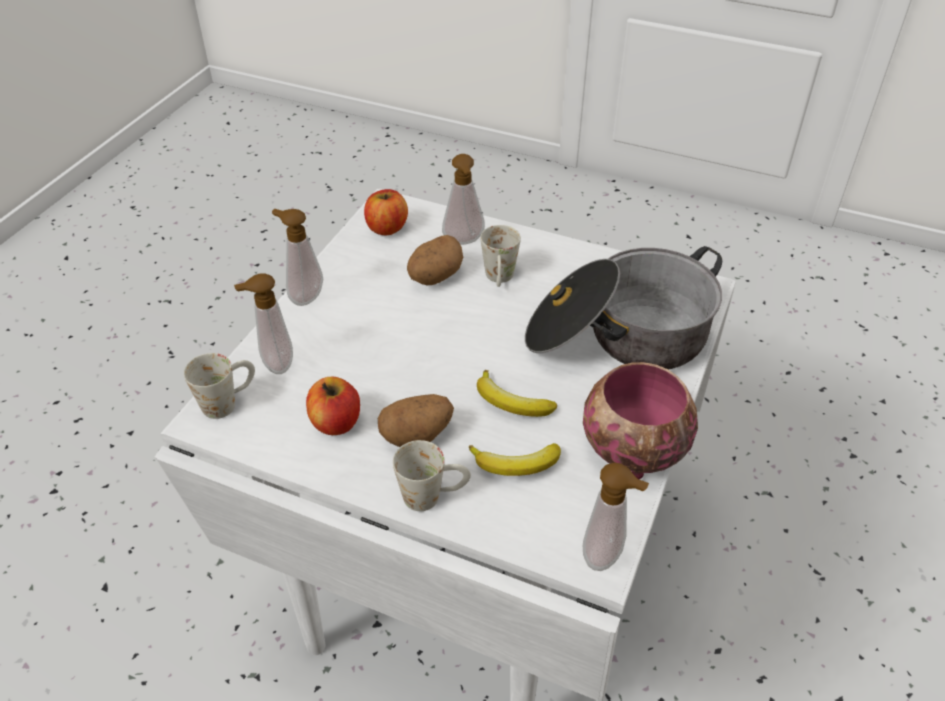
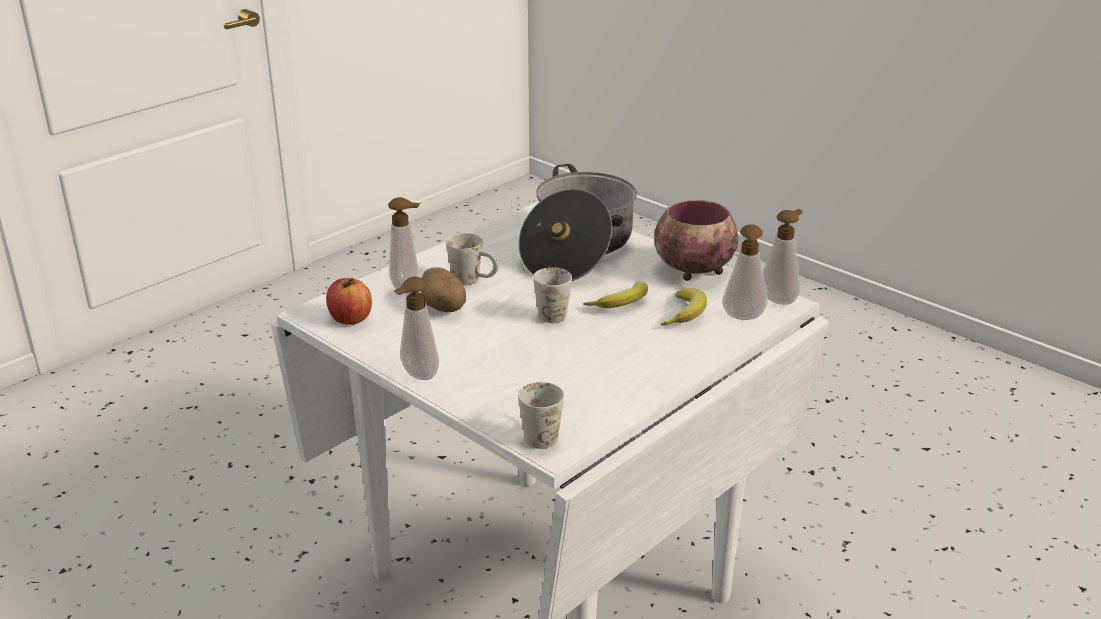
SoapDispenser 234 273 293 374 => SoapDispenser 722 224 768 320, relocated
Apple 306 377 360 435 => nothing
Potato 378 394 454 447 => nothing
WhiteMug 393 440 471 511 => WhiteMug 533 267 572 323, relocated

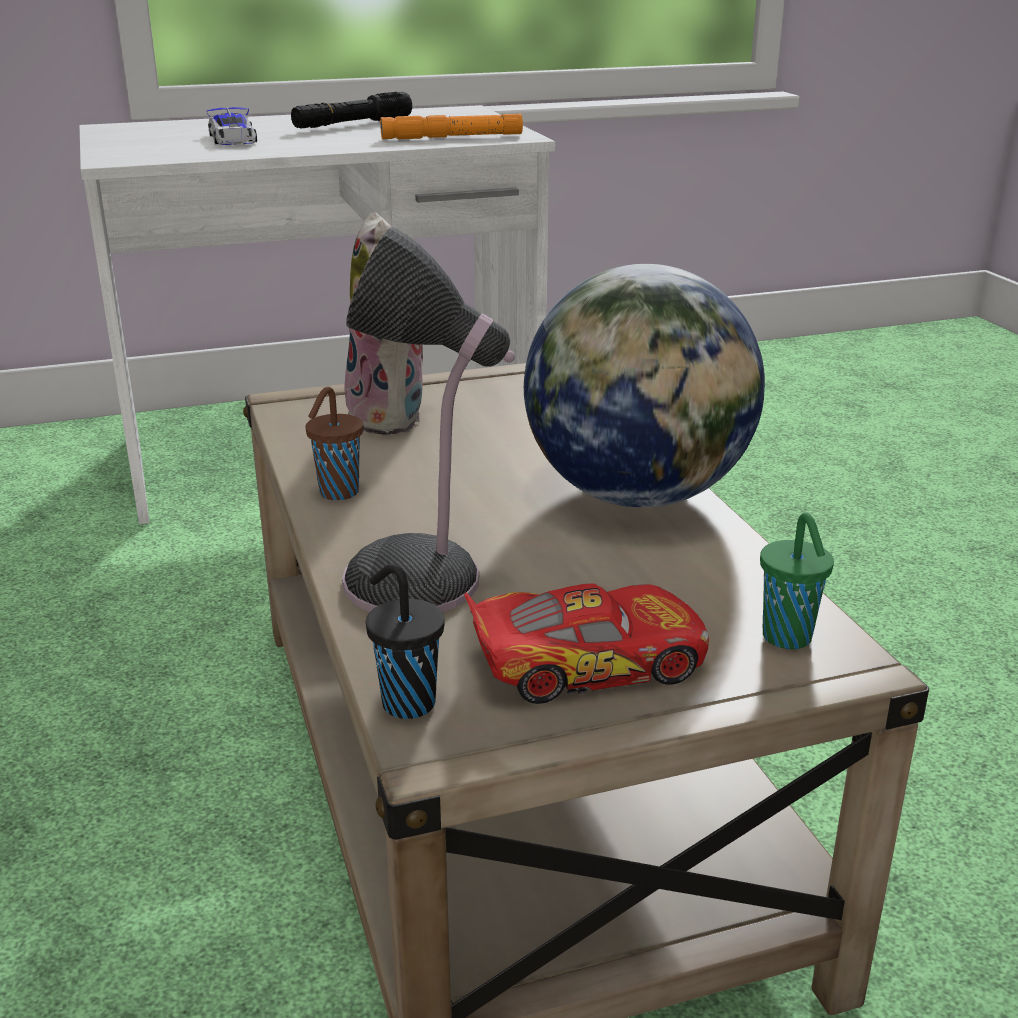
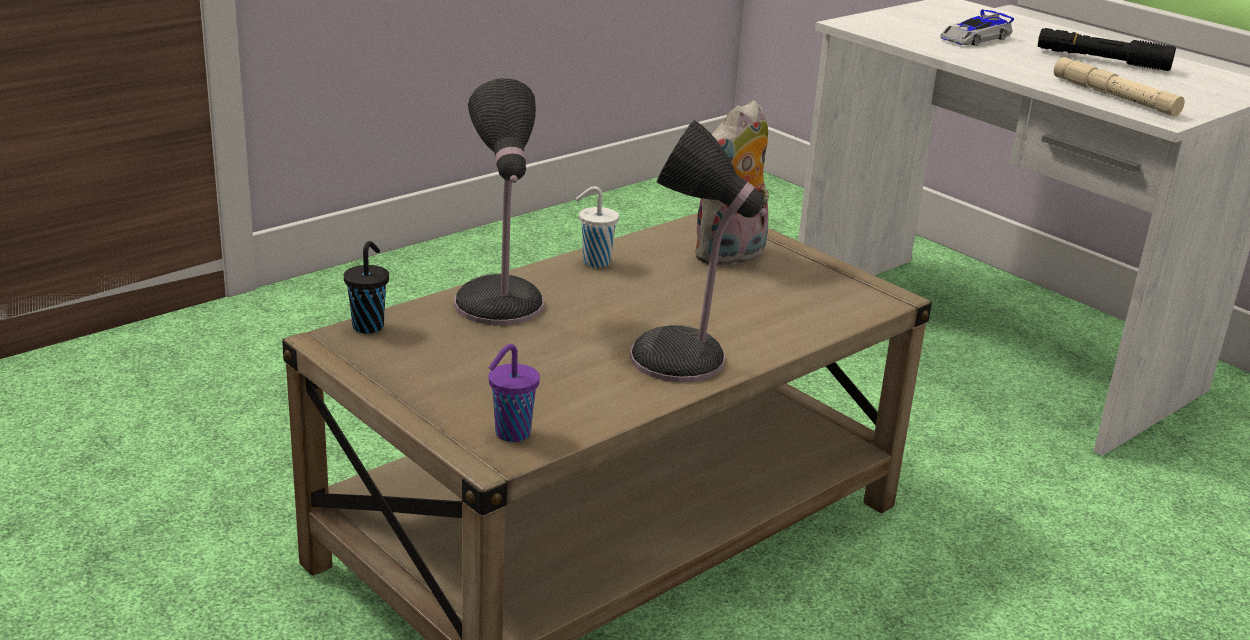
BrownCup 305 387 363 500 => WhiteCup 576 186 619 268
OrangeFlashlight 380 113 523 139 => BeigeFlashlight 1054 57 1185 117
ToyCar 464 583 709 704 => nothing
Globe 524 264 765 508 => TableLamp 630 120 766 382
GreenCup 760 513 834 649 => PurpleCup 489 344 540 442

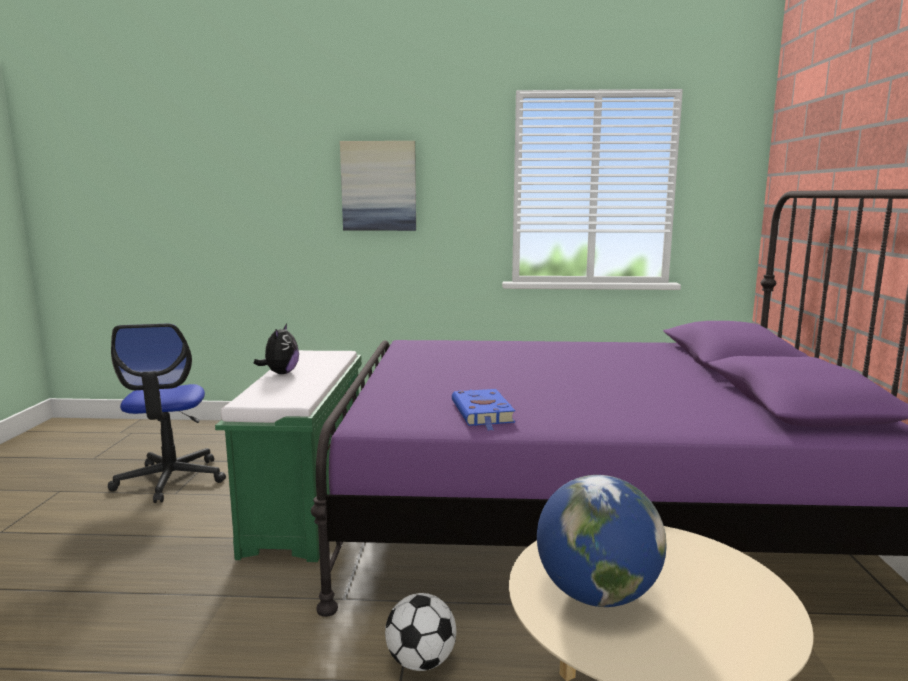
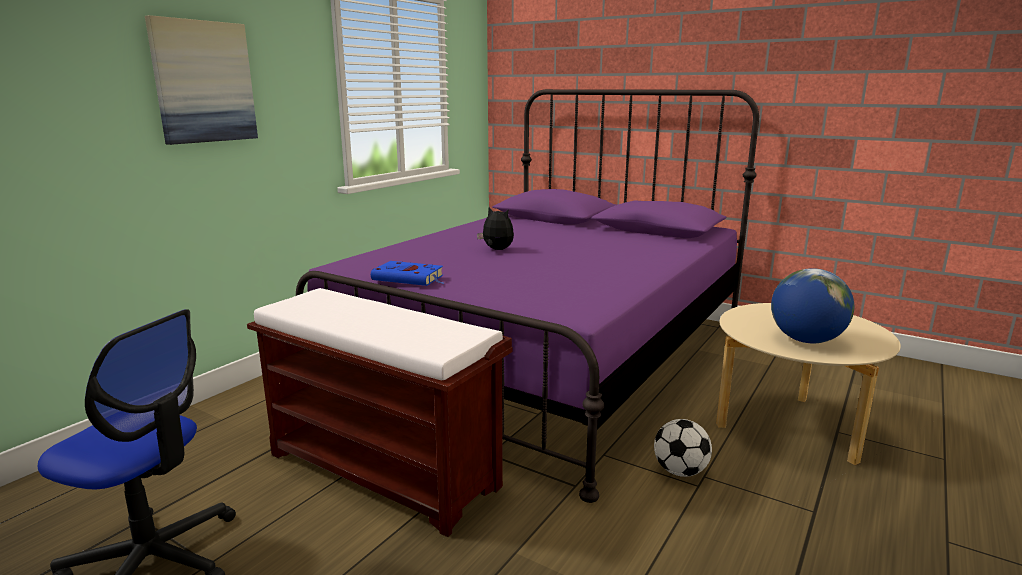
GreenBench 215 350 362 562 => BrownBench 247 288 513 537
PlushToy 254 324 299 374 => PlushToy 477 207 514 250, relocated
BlueBook 452 389 515 431 => BlueBook 371 261 445 286, relocated

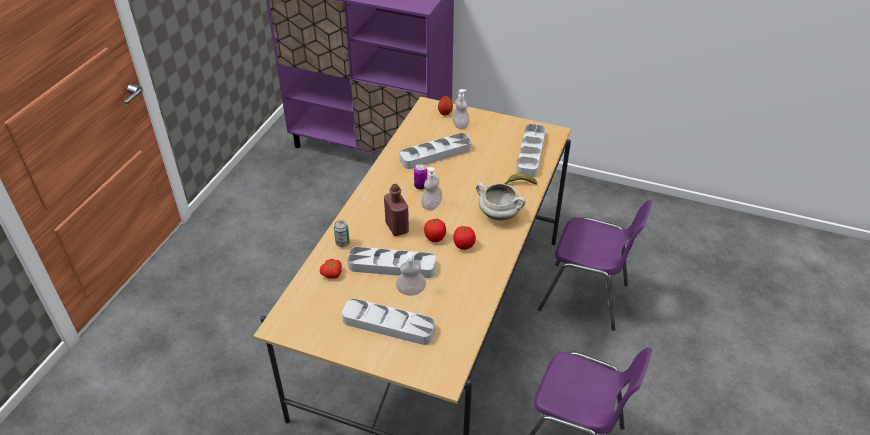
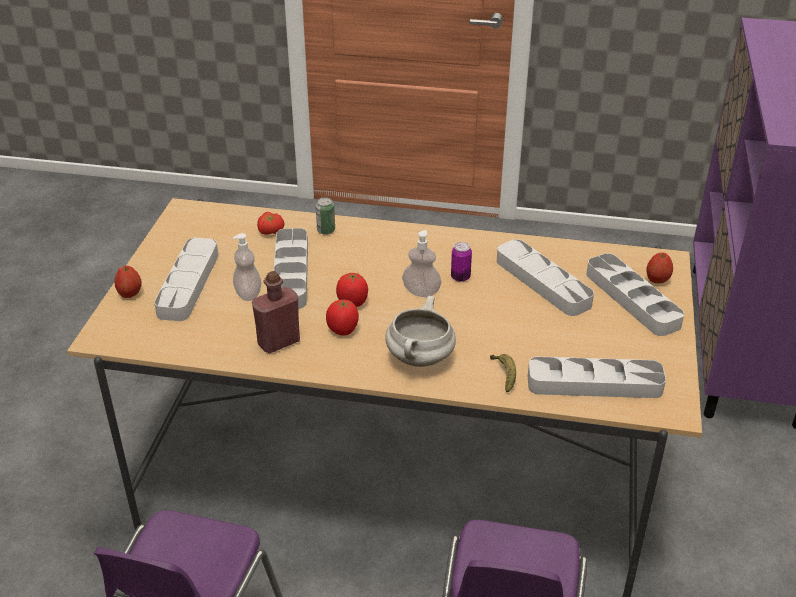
RedBottle 384 184 409 236 => RedBottle 252 271 300 353, relocated
SoapDispenser 452 89 470 130 => GreyTray 586 253 684 336
nothing => Apple 114 266 142 298

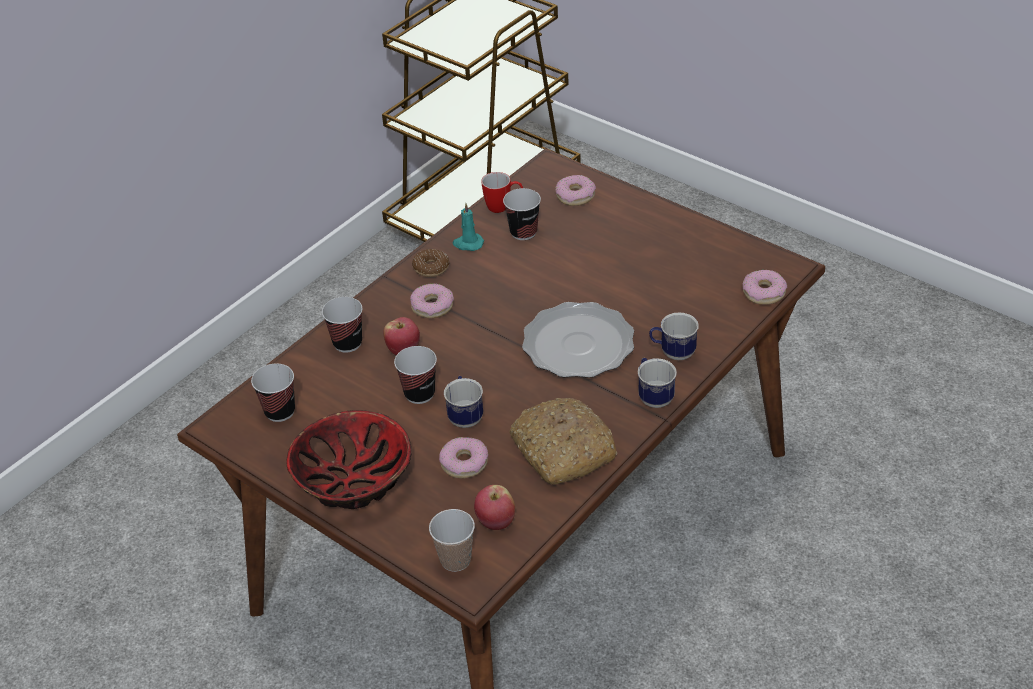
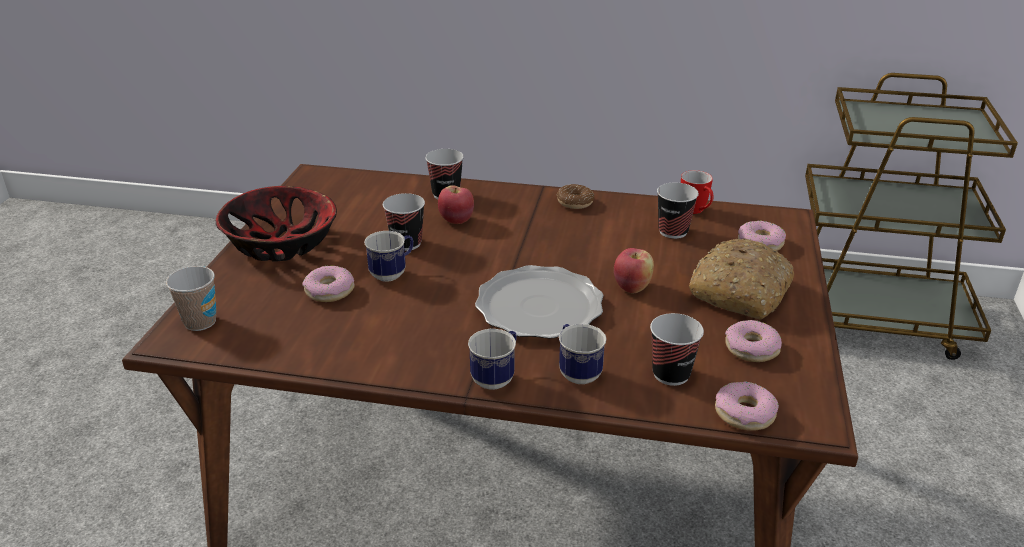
Cup 251 364 295 422 => Cup 650 313 704 386, relocated
Donut 410 283 454 318 => Donut 725 320 782 362, relocated
TurquoiseCandle 453 203 484 251 => nothing
Apple 474 485 515 530 => Apple 614 248 654 294, relocated
Bread 509 398 617 484 => Bread 689 238 794 320, relocated

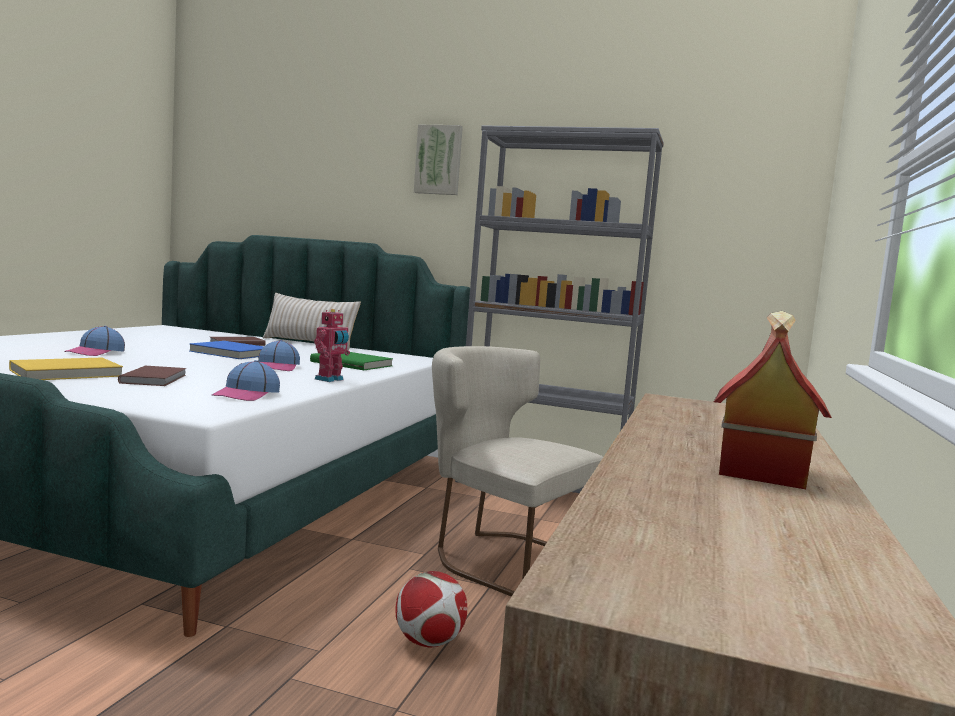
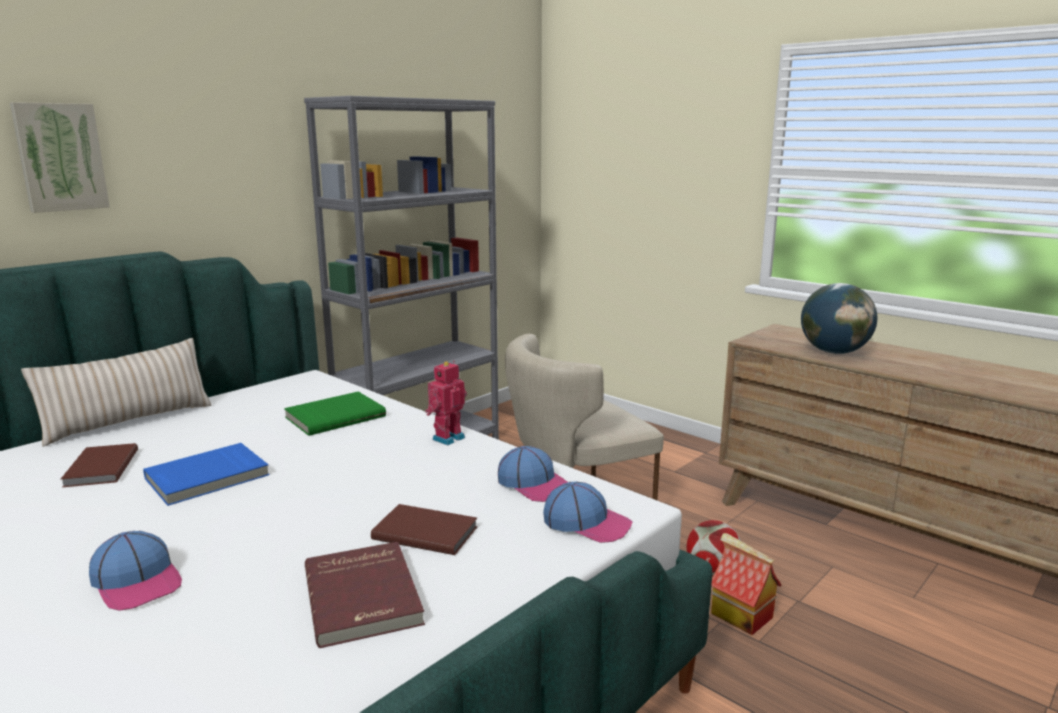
YellowBook 9 358 123 380 => RedBook 305 542 425 648
Cap 258 340 300 371 => Cap 543 482 633 543, relocated
ToyRobot 314 309 350 382 => ToyRobot 425 360 467 445, 105 degrees counterclockwise
Picture 414 125 463 195 => Picture 10 102 110 213, relocated
ToyHouse 714 311 832 489 => ToyHouse 711 533 782 635, relocated
nothing => Globe 801 283 877 354

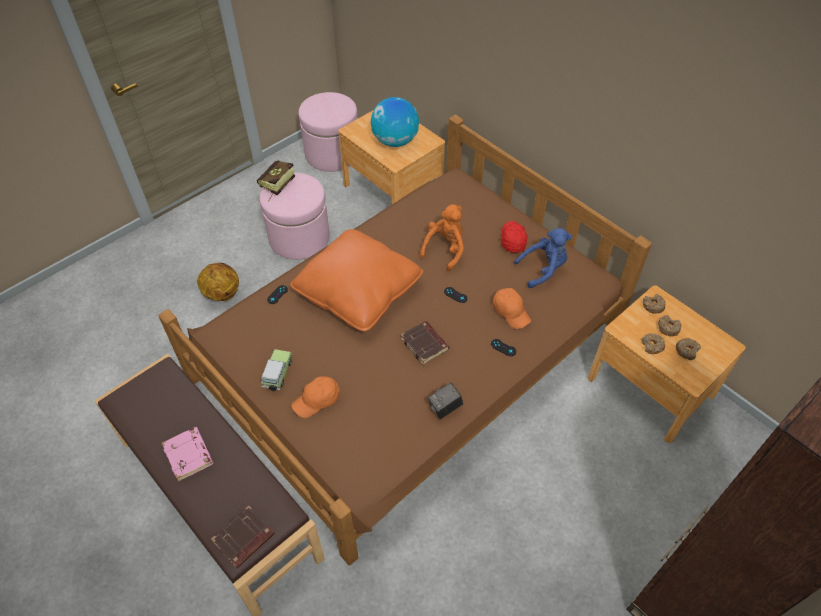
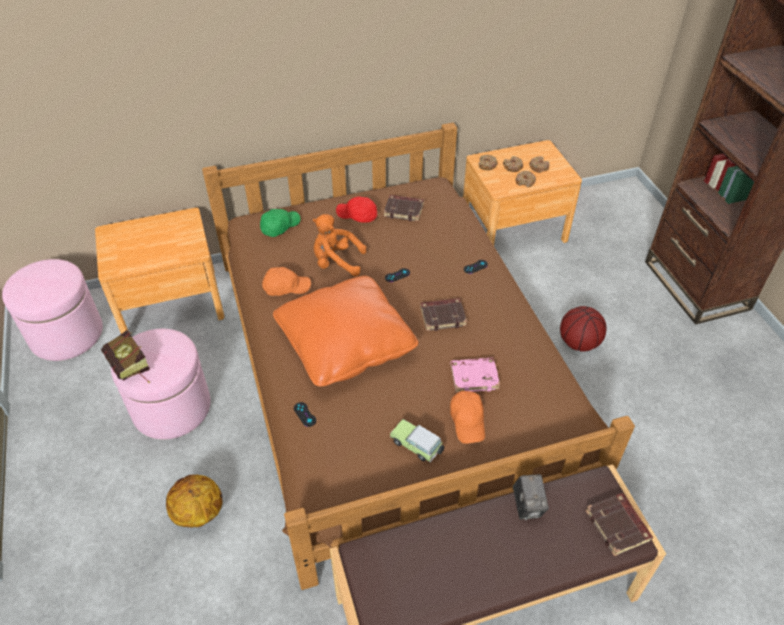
PinkBook 162 427 213 482 => PinkBook 451 357 500 393, relocated
Globe 371 97 419 147 => nothing
OrangePlushToy 419 204 464 271 => OrangePlushToy 313 214 367 276, 45 degrees counterclockwise
PhotoCamera 428 383 463 419 => PhotoCamera 513 474 549 520, relocated
OrangeCap 492 288 531 329 => OrangeCap 262 267 311 296, relocated
BluePlushToy 514 228 572 288 => BrownBook 383 195 424 222
nothing => GreenCap 260 209 300 237
nothing => Basketball 560 306 607 351

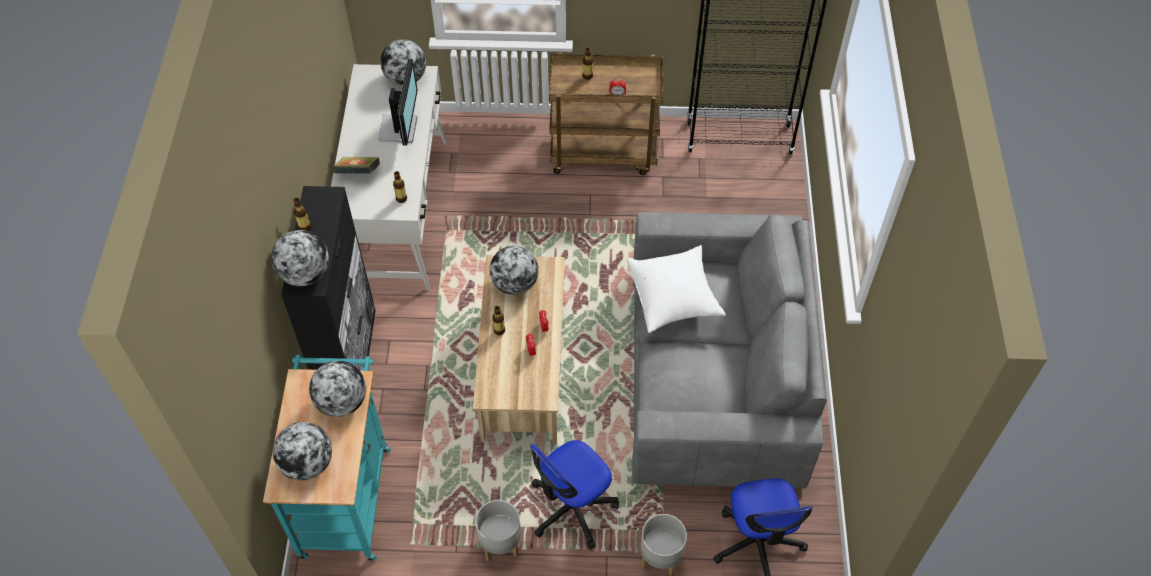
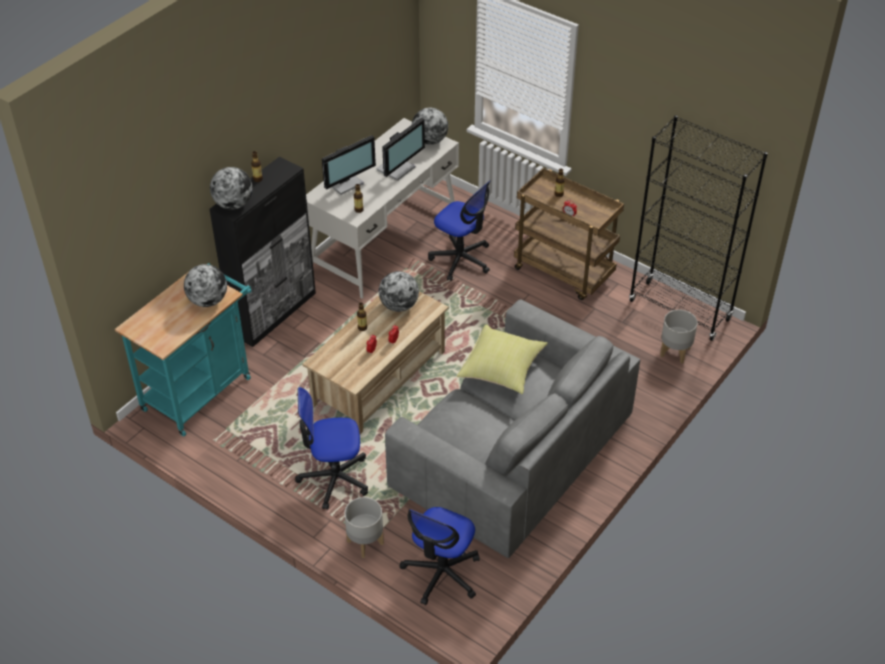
Globe 273 422 332 481 => nothing
Book 333 156 380 174 => Monitor 322 135 376 195
GreyPlanter 475 500 521 562 => GreyPlanter 660 310 698 364, relocated
WhitePillow 627 245 726 333 => YellowPillow 457 324 548 394
nothing => OfficeChair 428 181 490 281

